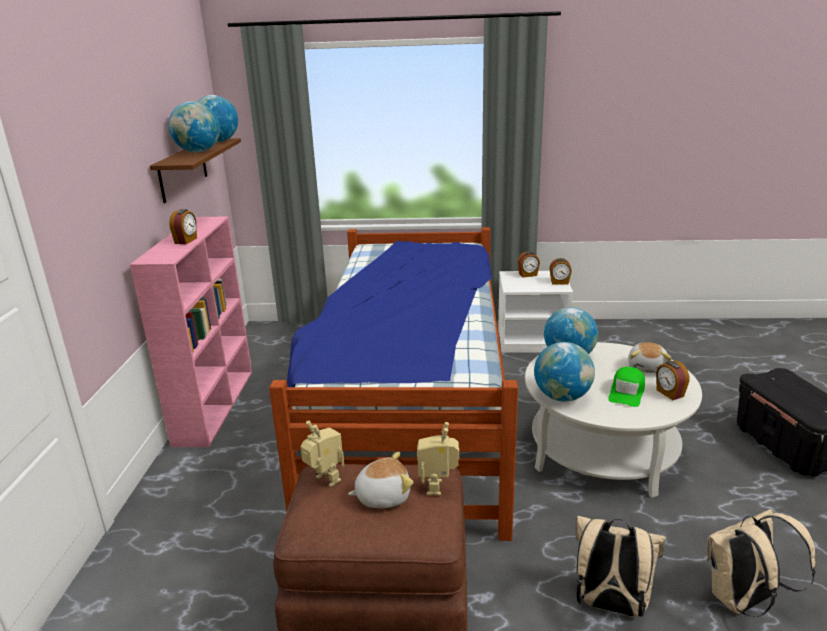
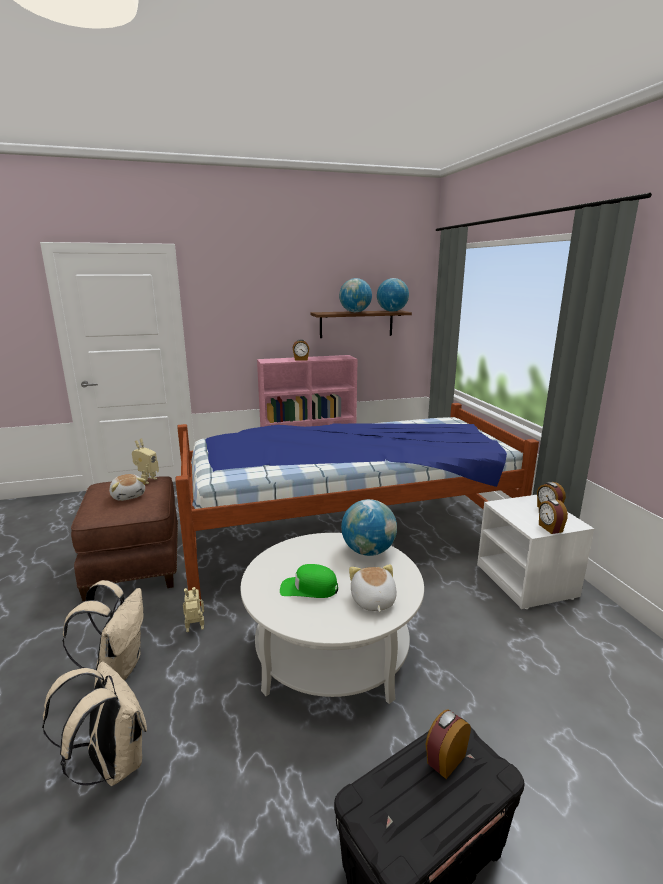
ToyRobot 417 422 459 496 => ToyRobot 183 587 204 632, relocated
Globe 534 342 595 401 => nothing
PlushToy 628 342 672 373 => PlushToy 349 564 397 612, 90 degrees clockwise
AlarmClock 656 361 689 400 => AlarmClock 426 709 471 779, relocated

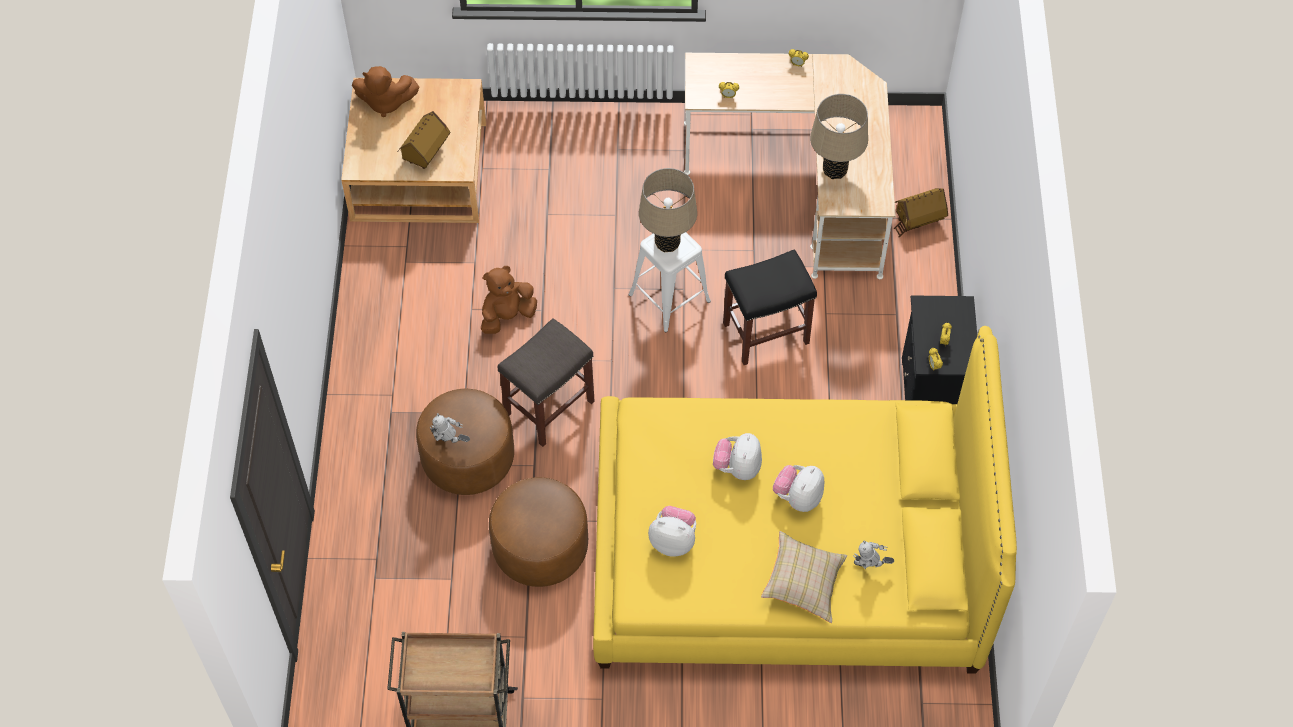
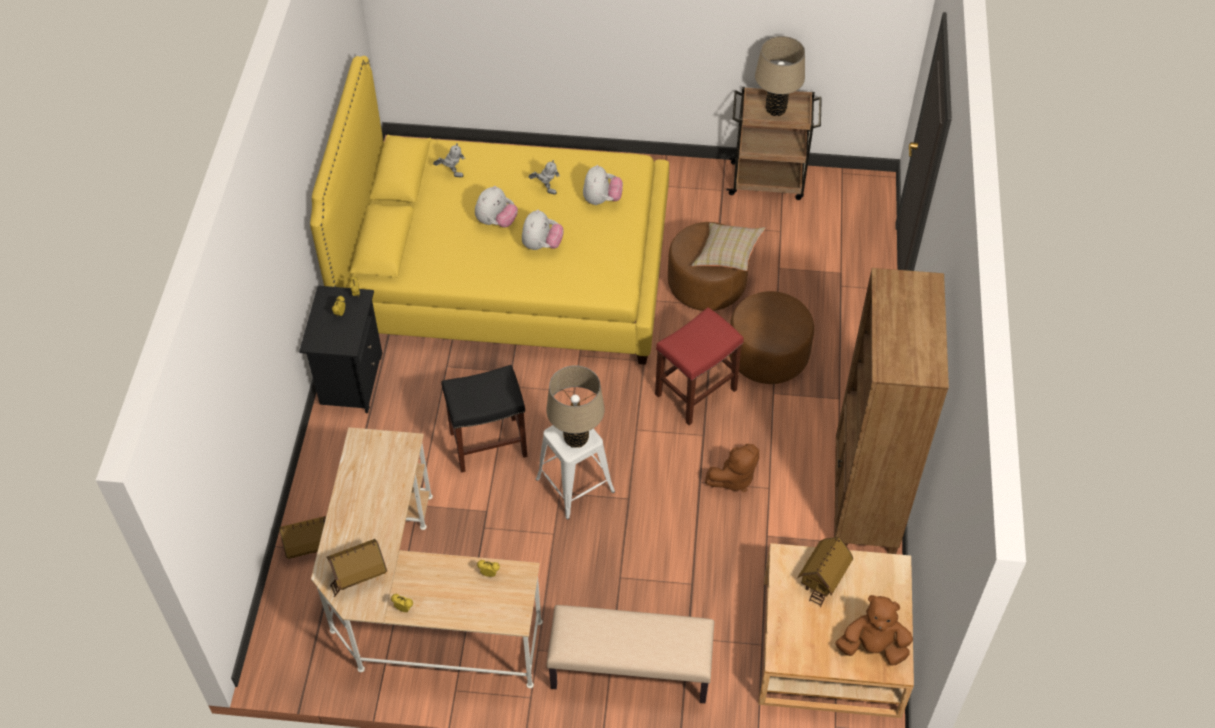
ToyRobot 430 413 470 443 => ToyRobot 528 160 560 194, relocated
GreyStool 498 318 595 447 => RedStool 655 307 744 425
PlushToy 648 506 696 557 => PlushToy 583 165 623 205, 105 degrees counterclockwise
BeigePillow 761 531 847 623 => BeigePillow 692 223 765 271, relocated
BeigeTableLamp 810 94 868 179 => BeigeTableLamp 755 36 805 116, relocated
nothing => ToyHouse 326 539 387 597
nothing => BeigeBench 547 605 714 703
nothing => BrownBookcase 834 268 949 554

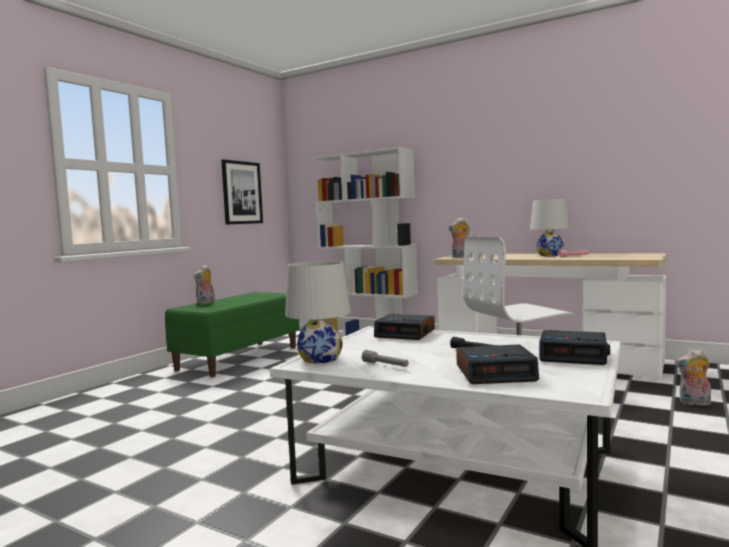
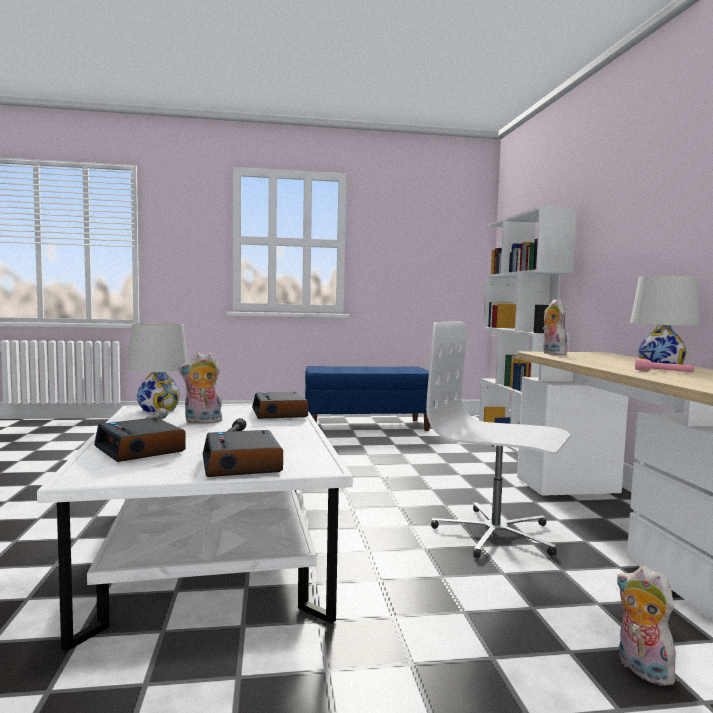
GreenBench 165 292 299 377 => BlueBench 305 366 430 431
PlushToy 194 265 215 305 => PlushToy 178 352 224 423, relocated
Picture 221 159 263 225 => nothing

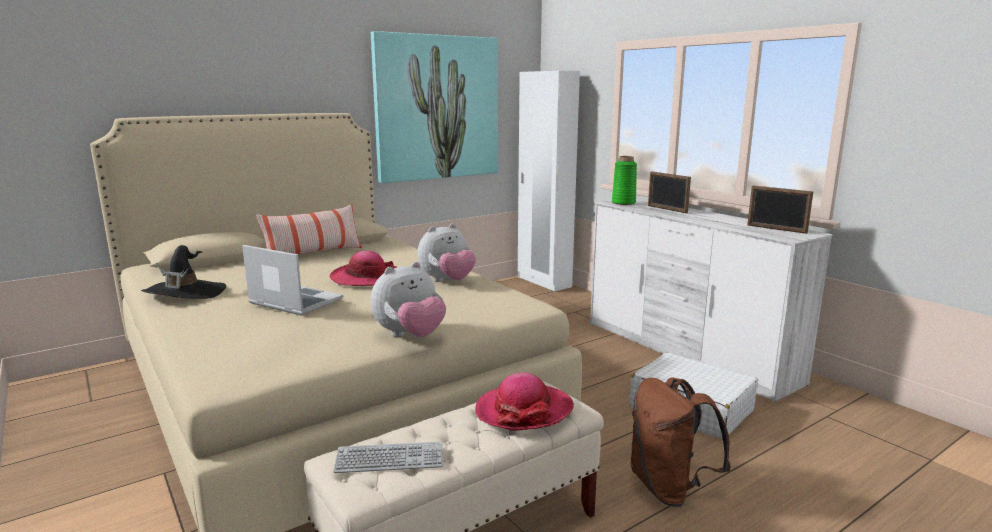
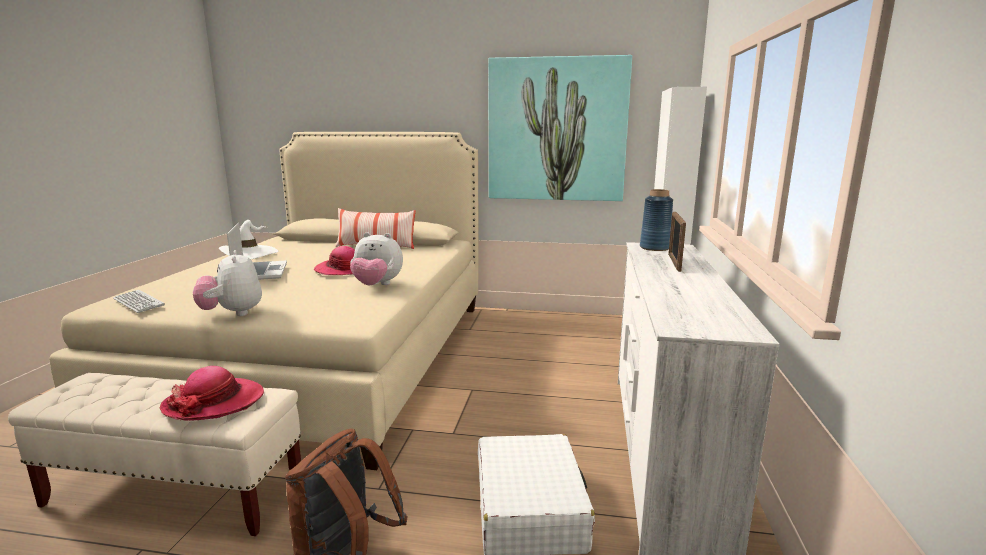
BlackHat 141 245 226 299 => WhiteHat 219 220 279 259
Keyboard 333 442 443 473 => Keyboard 113 290 165 313, relocated
PlushToy 371 262 446 337 => PlushToy 193 250 262 316, 60 degrees clockwise
GreenVase 612 156 637 205 => BlueVase 640 189 673 251
PictureFrame 747 186 814 234 => nothing

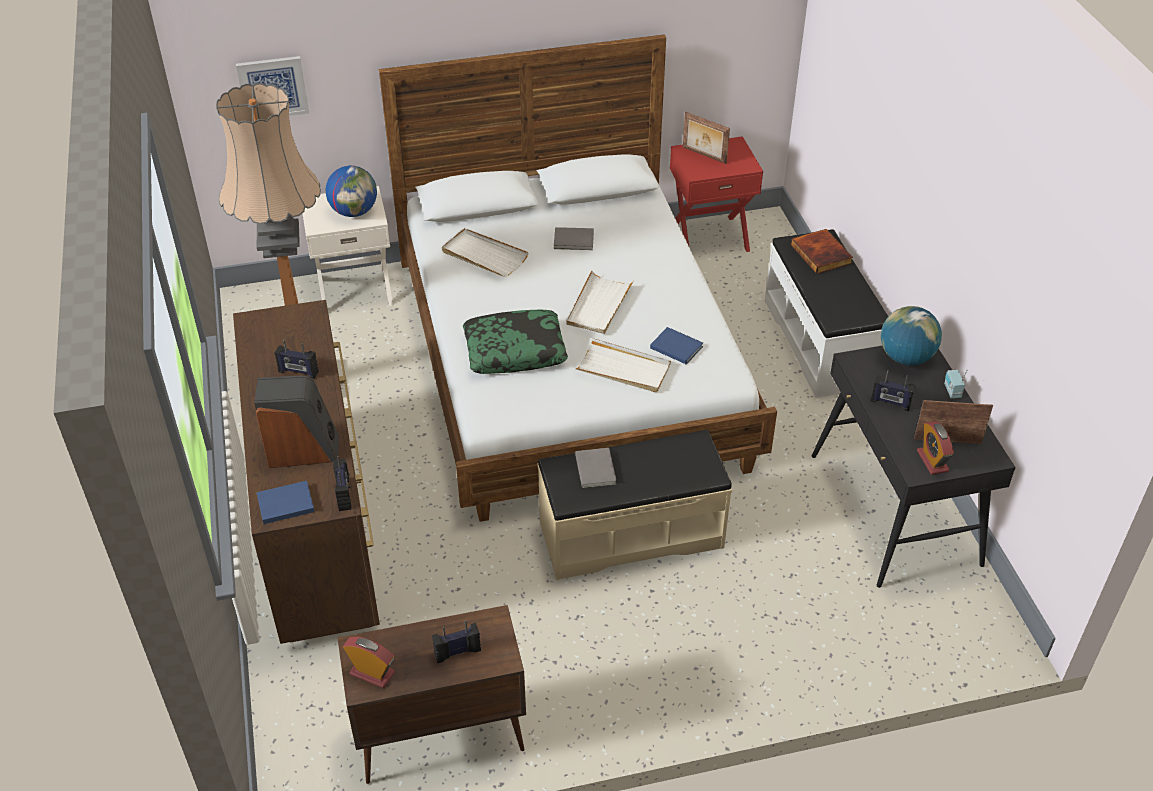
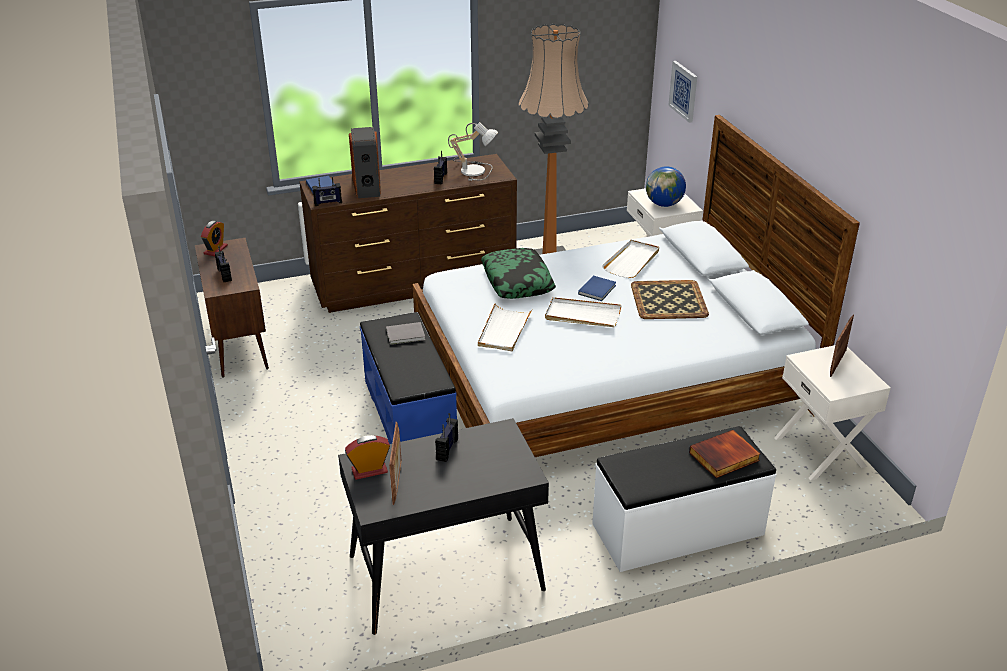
BeigeBench 538 430 732 580 => BlueBench 360 312 457 444
GreyBook 554 227 594 250 => Tray 631 280 709 319
BlueBook 650 327 703 365 => BlueBook 578 276 616 301, relocated
RedNightstand 670 136 763 252 => WhiteNightstand 774 345 891 481
Globe 881 306 942 365 => nothing
Radio 944 369 968 398 => nothing
nothing => TableLamp 448 122 498 181

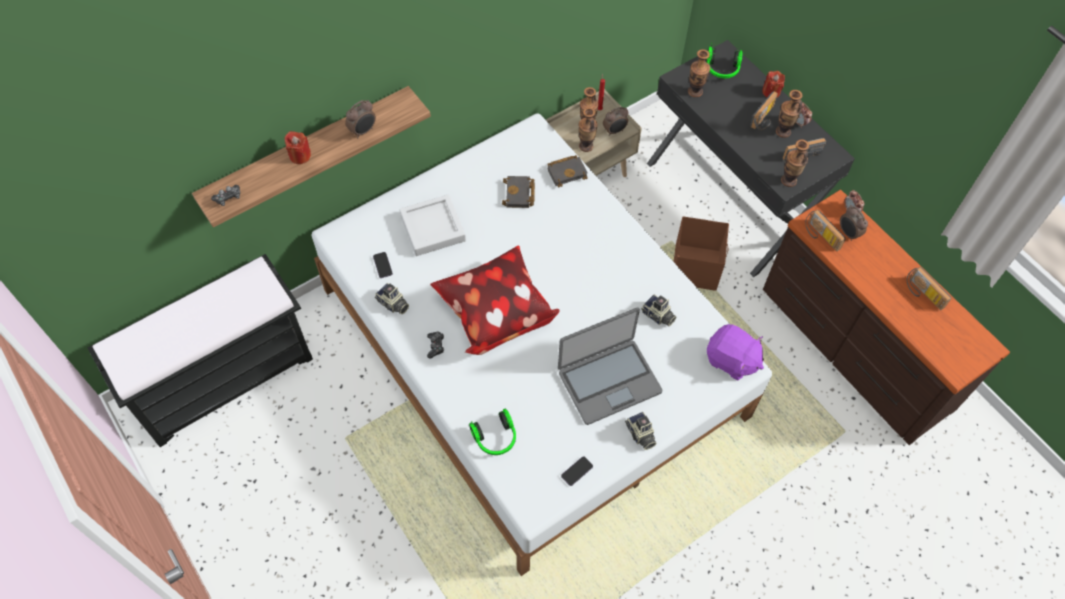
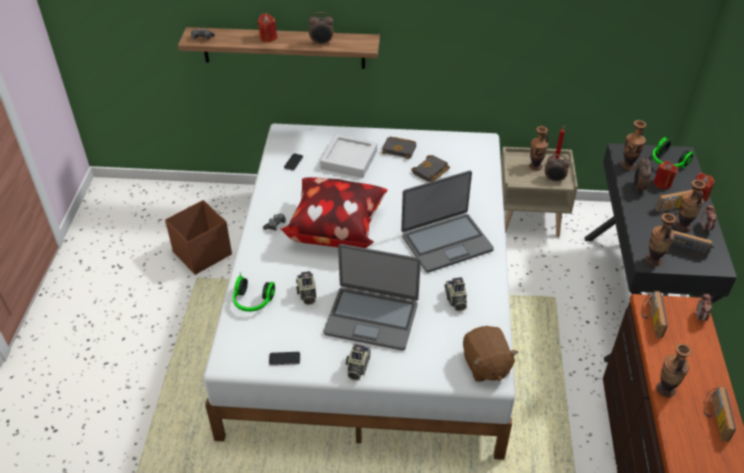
BlackBench 88 254 313 447 => nothing
PhotoCamera 375 283 409 314 => PhotoCamera 296 271 316 305, relocated
BlackBook 547 155 588 187 => BlackBook 382 137 416 159, relocated
Vase 579 108 598 152 => Vase 656 343 692 397, relocated
BrownStorageBox 674 216 729 291 => BrownStorageBox 165 200 232 275, relocated
PurplePlushToy 707 324 764 381 => BrownPlushToy 463 326 518 382
AlarmClock 840 206 868 241 => AlarmClock 634 157 652 193, relocated
nothing => Laptop 401 171 494 273
nothing => RedCandle 654 161 678 189

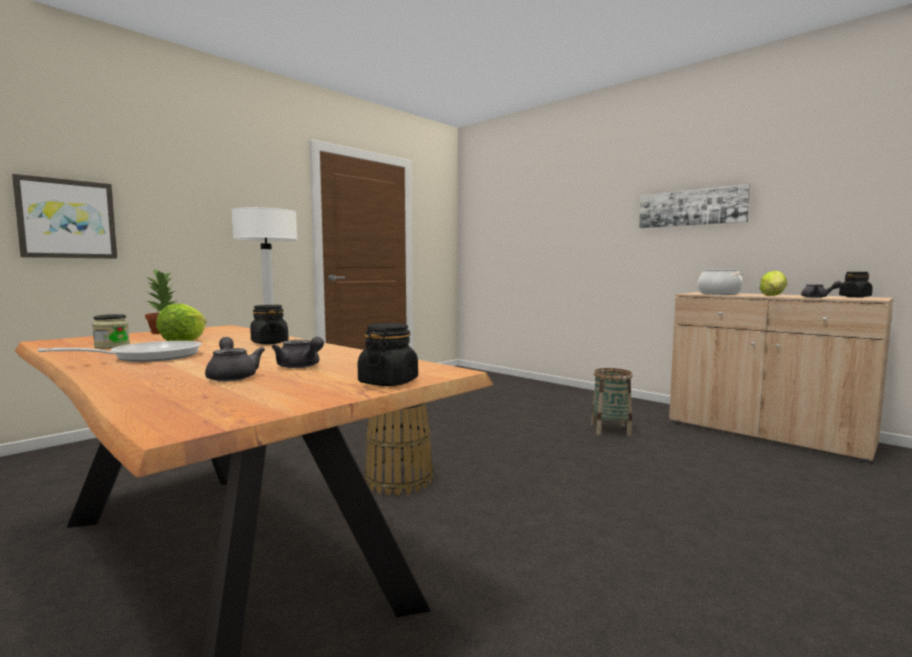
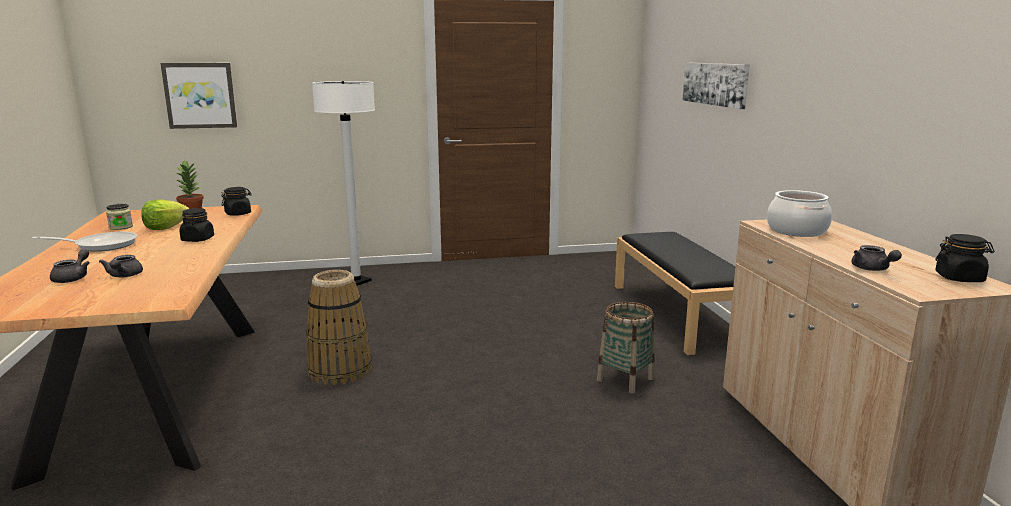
BlackJar 358 323 418 386 => BlackJar 221 187 252 216, relocated
Picture 639 184 750 228 => Picture 683 63 750 109, relocated
Lettuce 759 271 787 296 => nothing
nothing => BlackBench 615 232 735 355

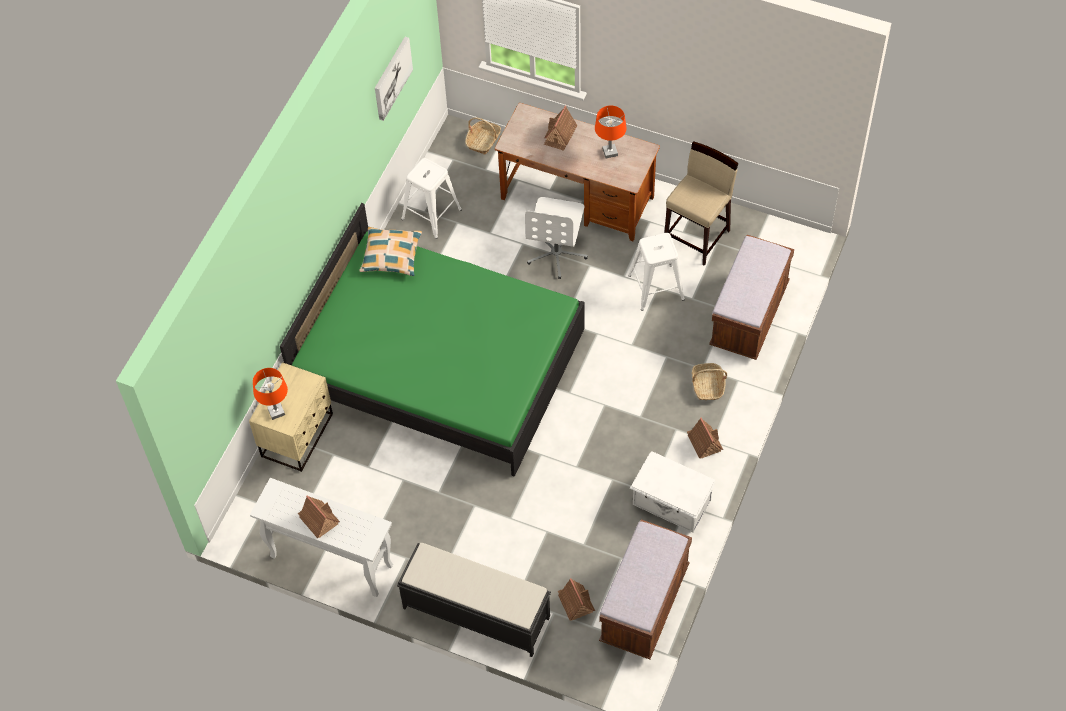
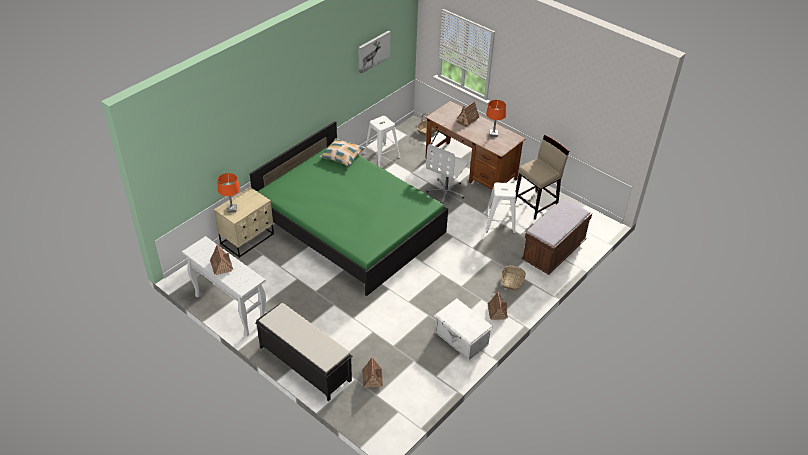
BrownBench 599 519 692 659 => nothing

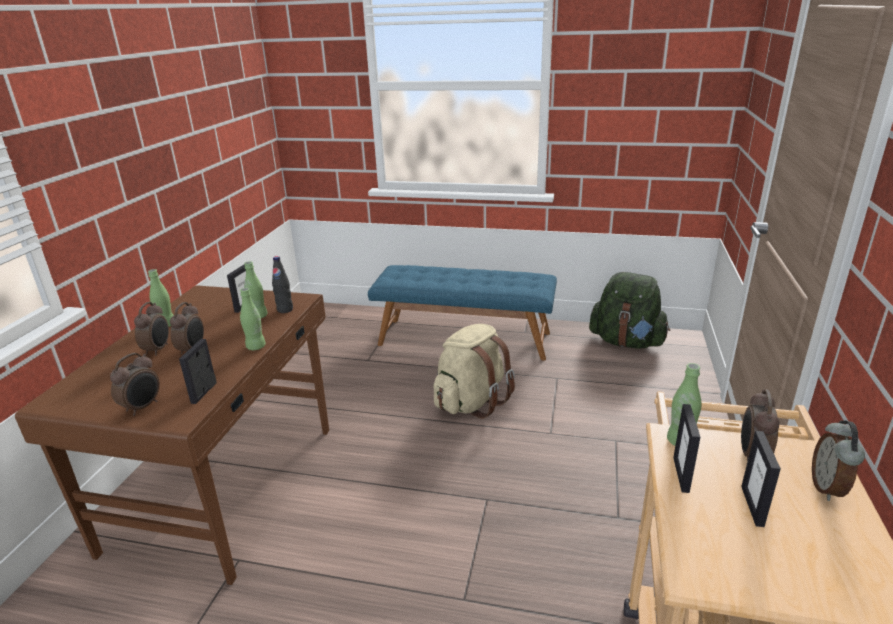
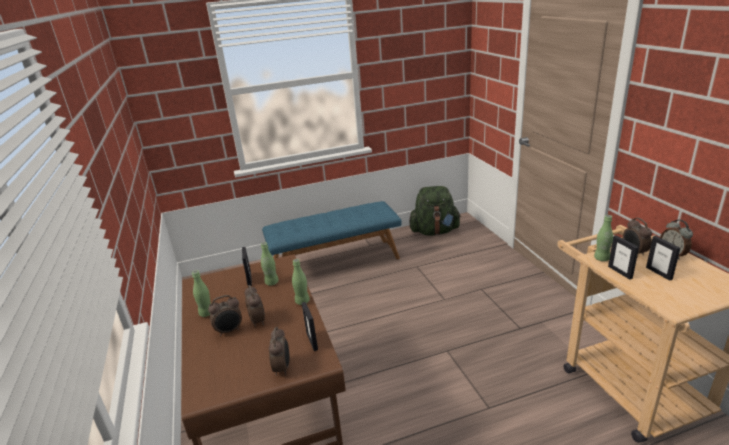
AlarmClock 134 302 169 356 => AlarmClock 208 295 242 336, 90 degrees clockwise
BlackBottle 272 256 293 313 => nothing
BeigeBackpack 434 324 515 419 => nothing

